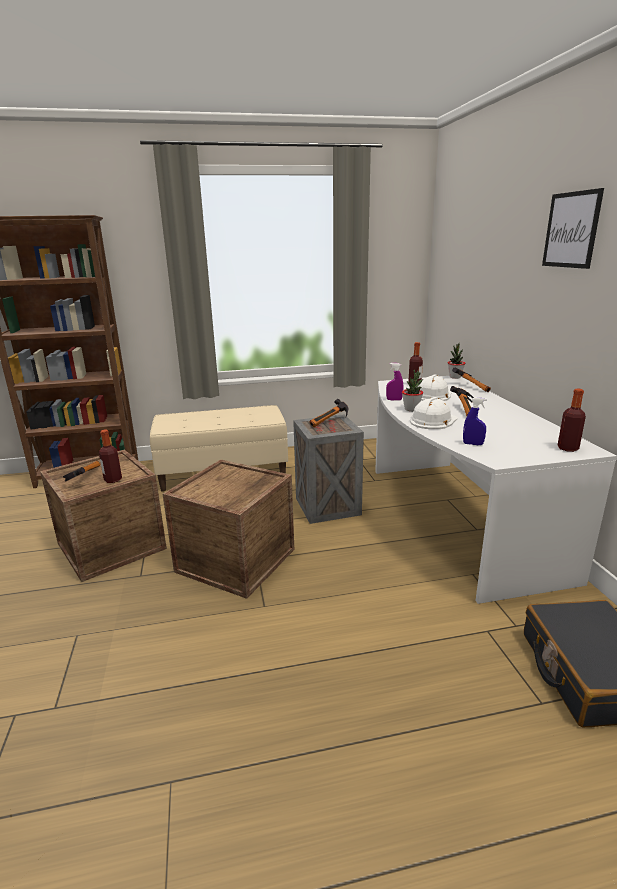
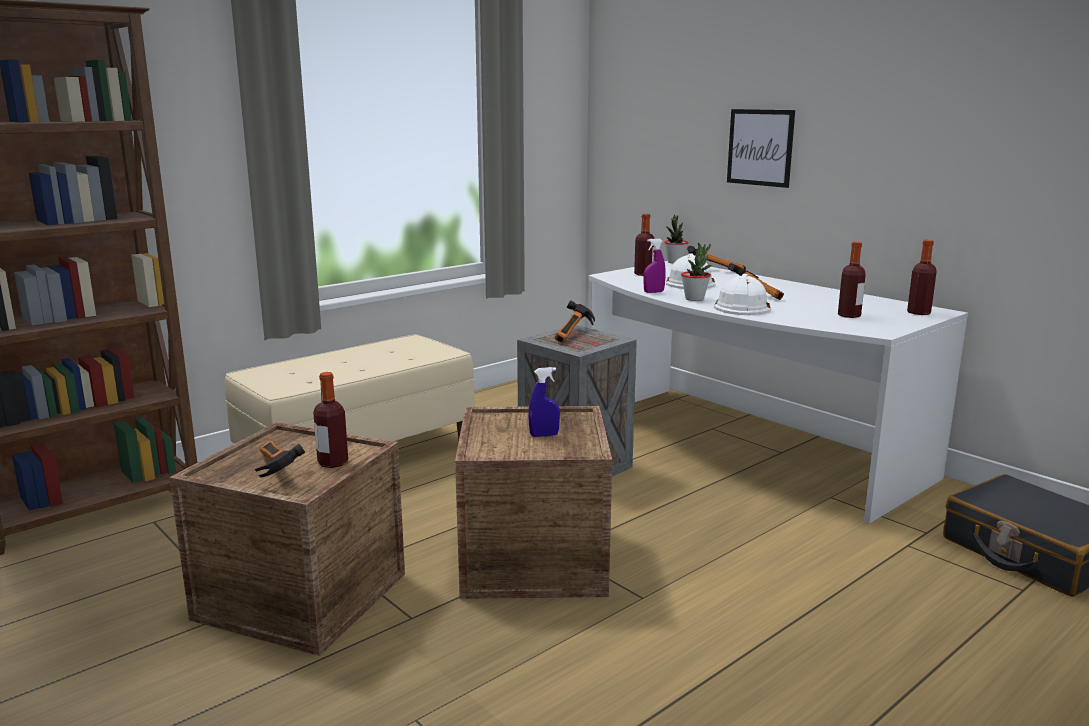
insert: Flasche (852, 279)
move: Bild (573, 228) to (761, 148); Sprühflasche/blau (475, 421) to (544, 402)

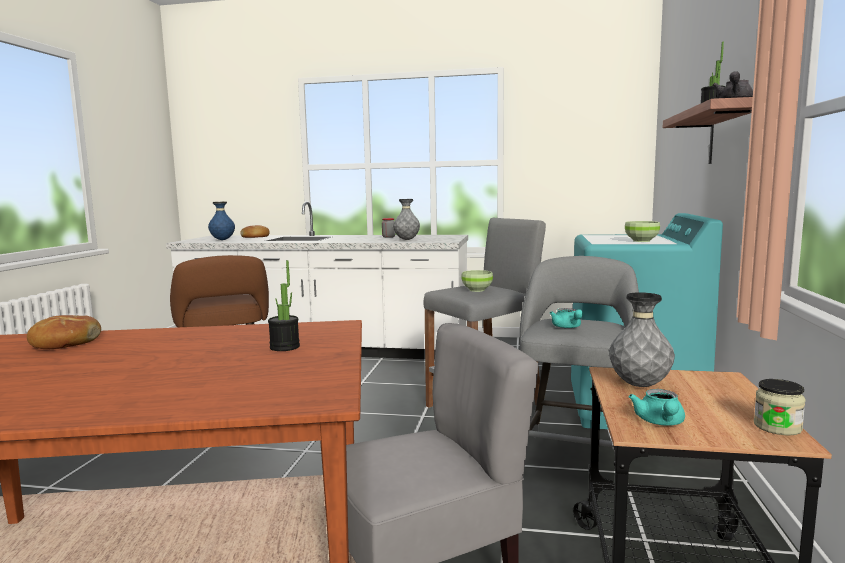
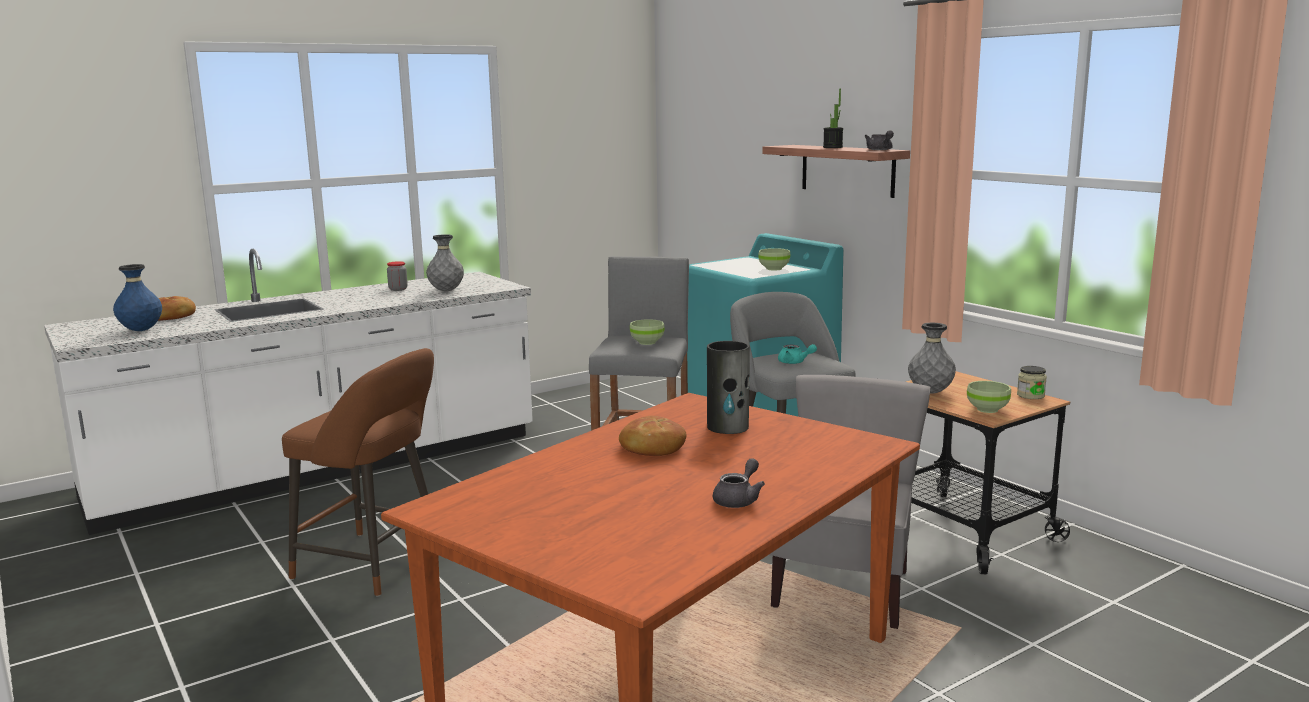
insert: Teekanne/grau (739, 483)
move: Brot (64, 332) to (652, 436)
replace: Topfpflanze (284, 305) to Vase (728, 387); Teekanne/türkis (657, 407) to Schüssel/grün (989, 397)

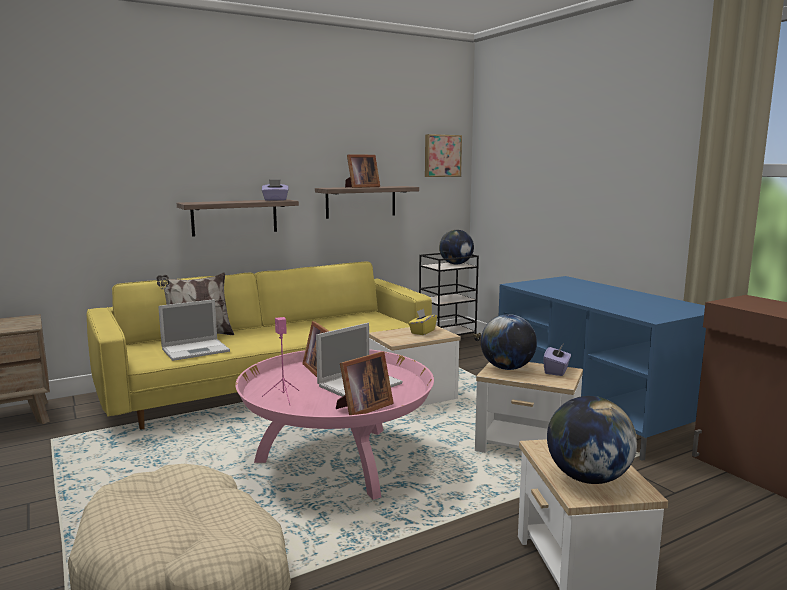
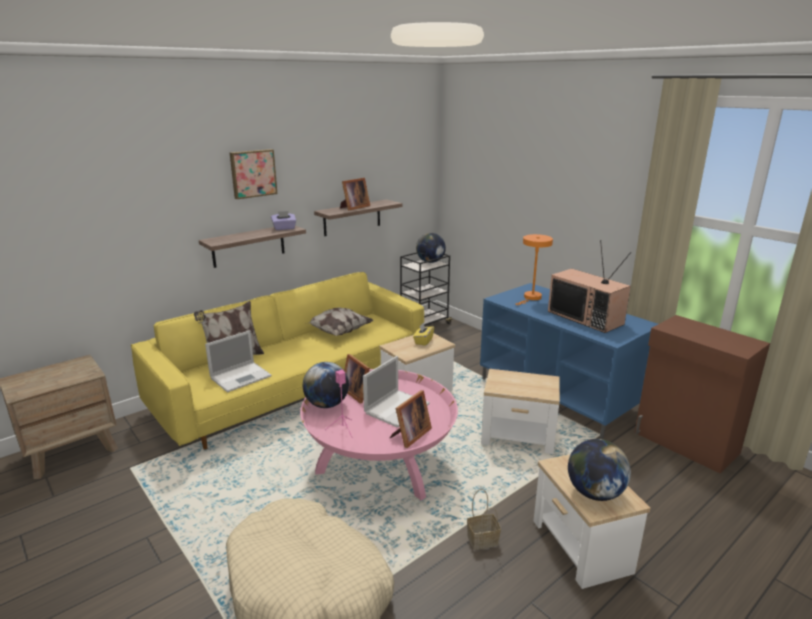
delete: Taschentuchbox/lila (557, 360)
insert: Tischlampe/orange (534, 269); Fernseher (589, 286); Kissen (339, 321); Korb (484, 519)
move: Bild (443, 155) to (253, 174); Globus (509, 342) to (326, 385)

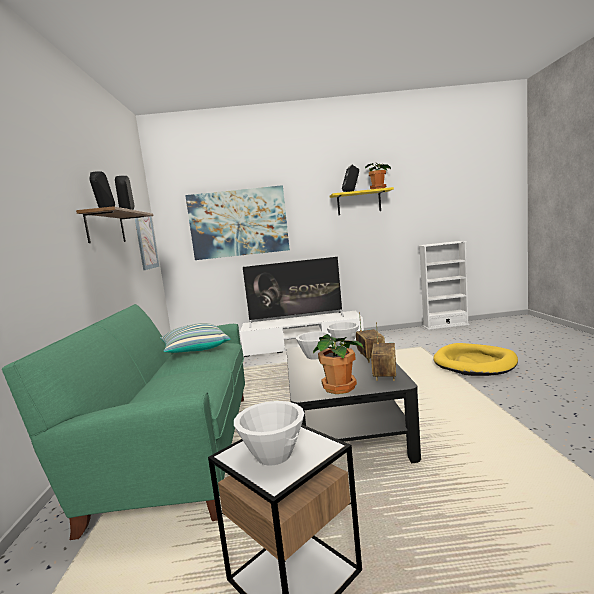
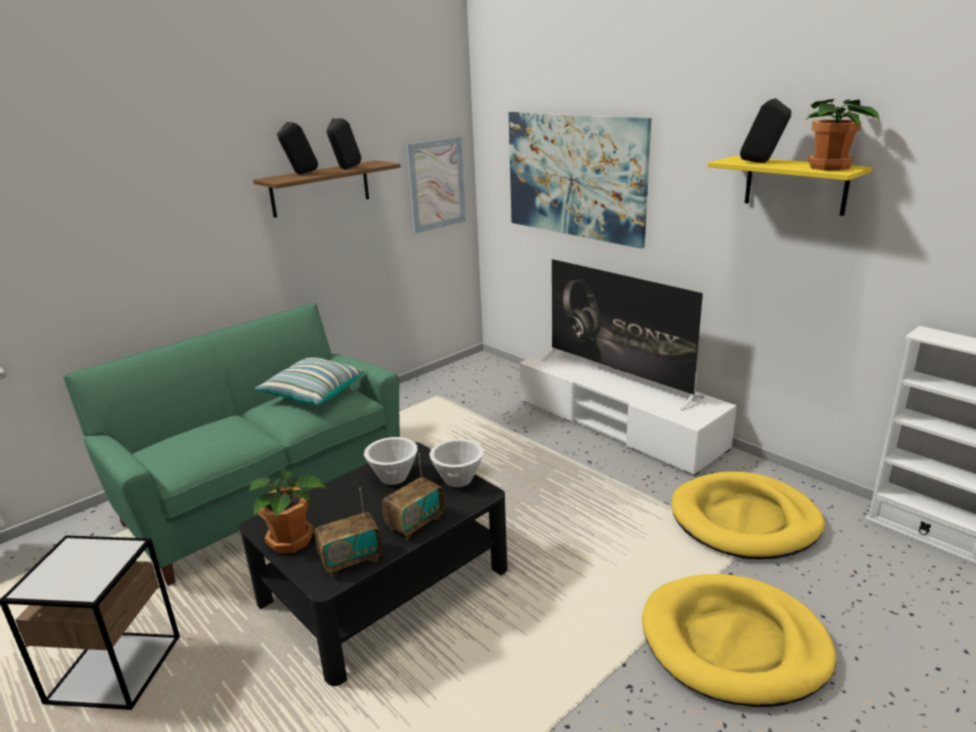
delete: Schüssel/weiß (269, 433)
insert: Hundebett/gelb (748, 516)

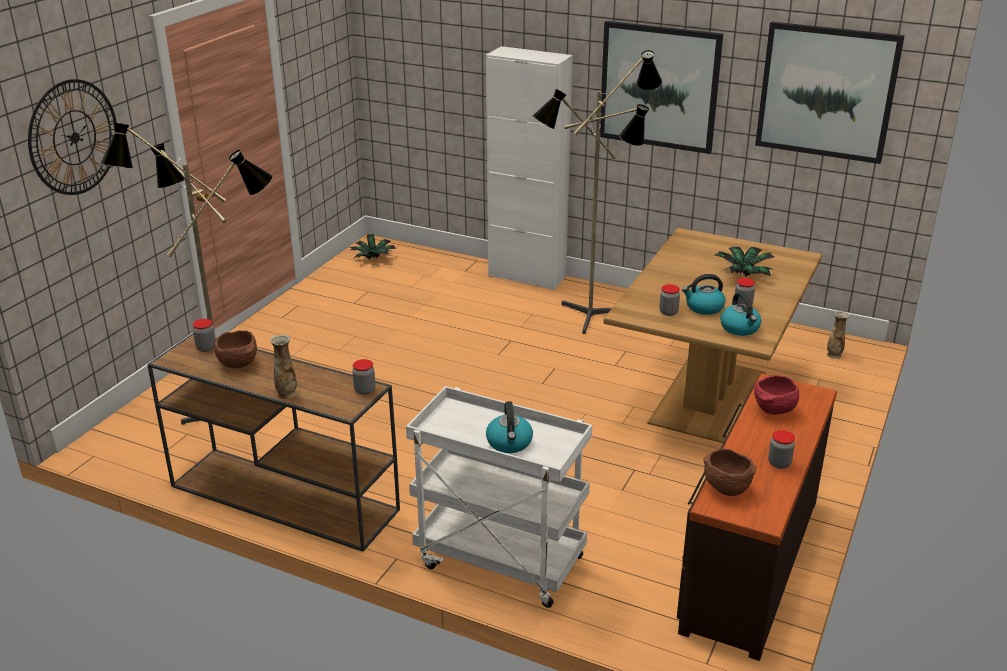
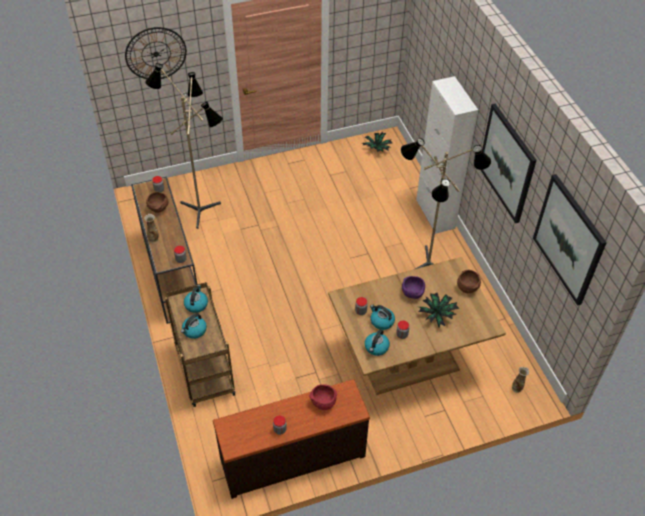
insert: Schüssel/lila (413, 287); Wasserkessel (196, 299)
move: Schüssel/braun (729, 472) to (469, 281)
recolor: Rollwagen/weiß (499, 497) to Rollwagen/braun (200, 344)

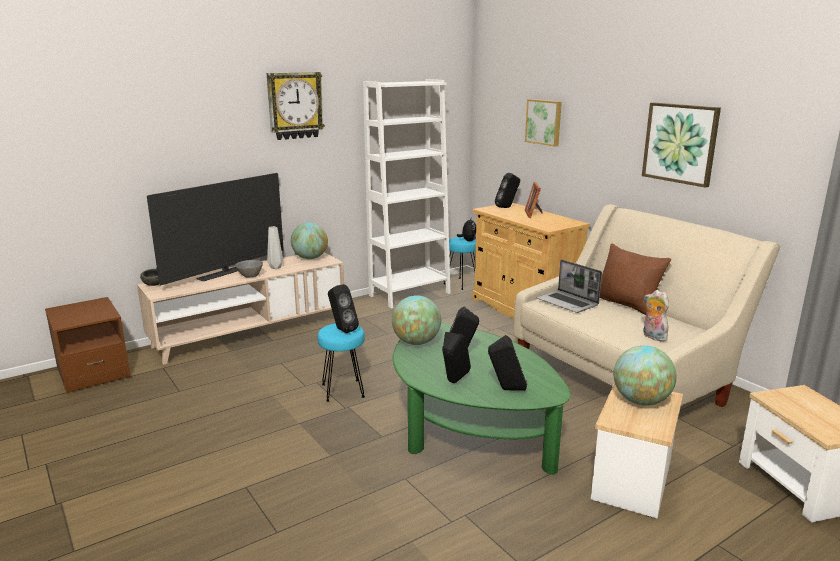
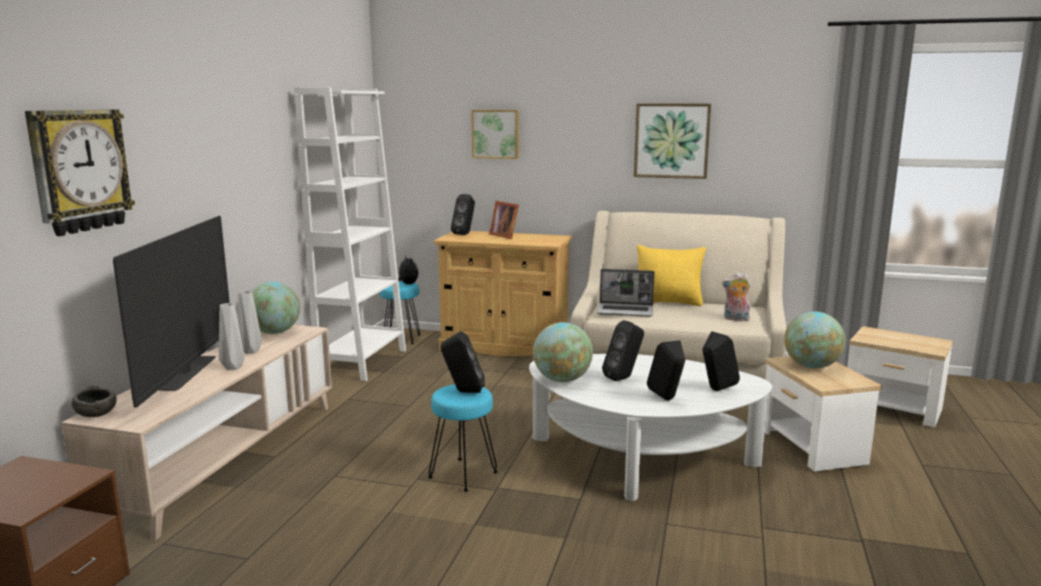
move: Wanduhr (296, 106) to (80, 172)
replace: Schüssel/grau (249, 268) to Vase/grau (232, 336)
recolor: Kissen/braun (635, 279) to Kissen/gelb (671, 275); Couchtisch/grün (481, 399) to Couchtisch/weiß (650, 427)

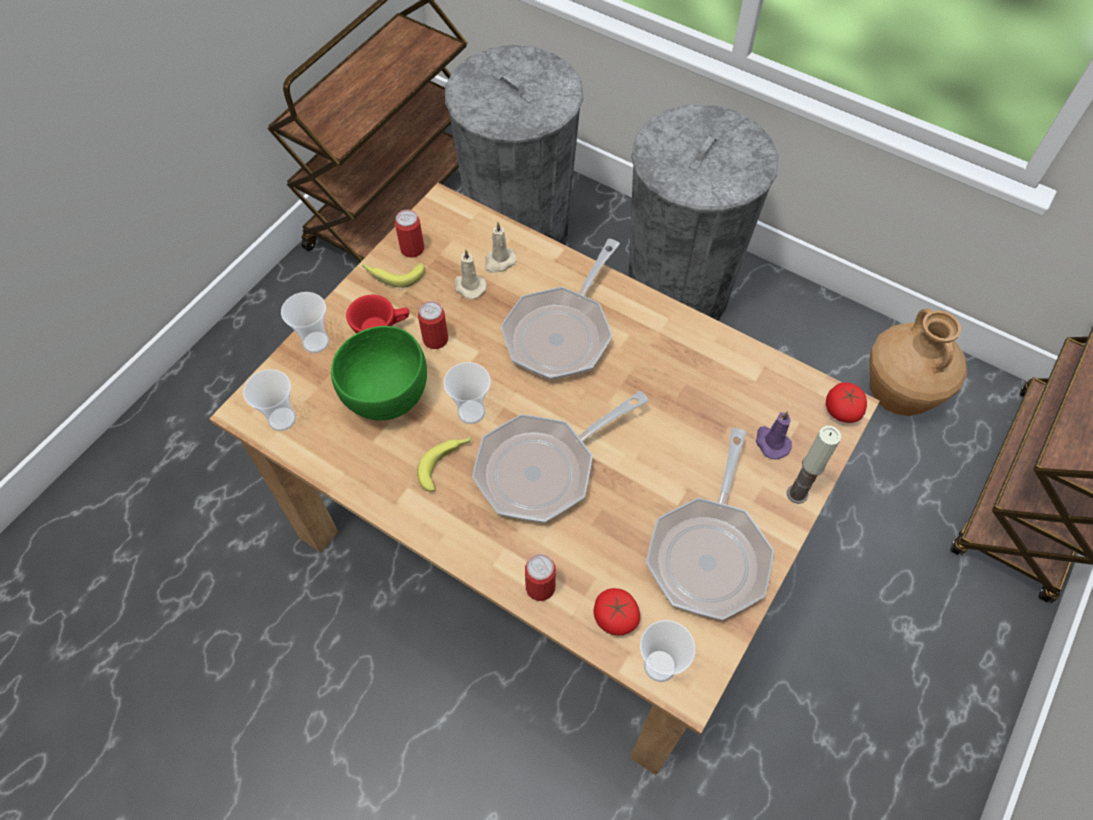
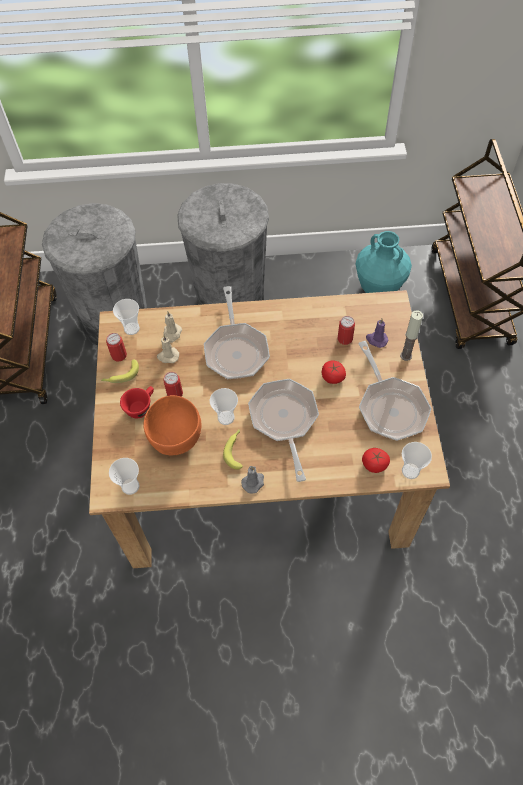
insert: Kerze/grau (252, 480)
move: Tasse (305, 322) to (126, 317); Tomate (846, 402) to (334, 372); Dose (540, 577) to (346, 330)
recolor: Vase/braun (918, 362) to Vase/türkis (383, 262); Schüssel/grün (379, 373) to Schüssel/orange (172, 425)
rotate: Pfanne (560, 457) = (283, 430) 150 degrees clockwise

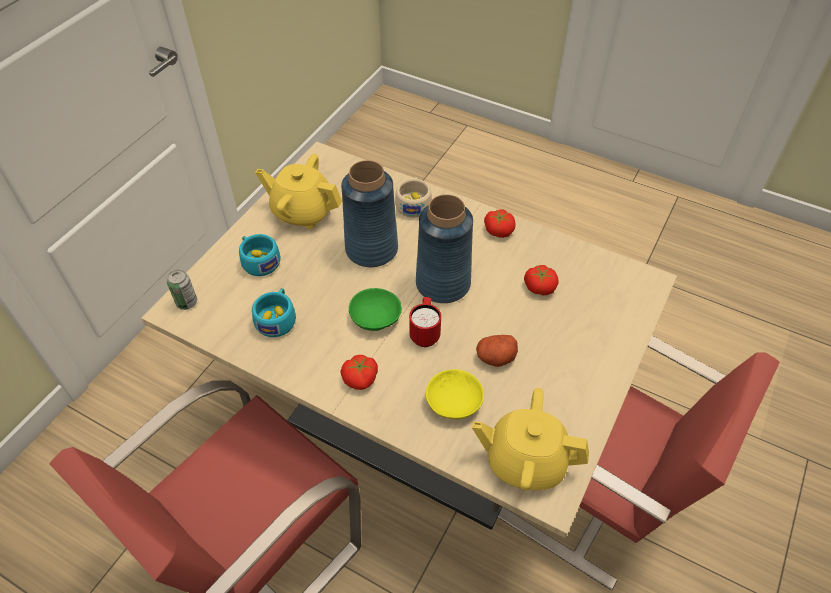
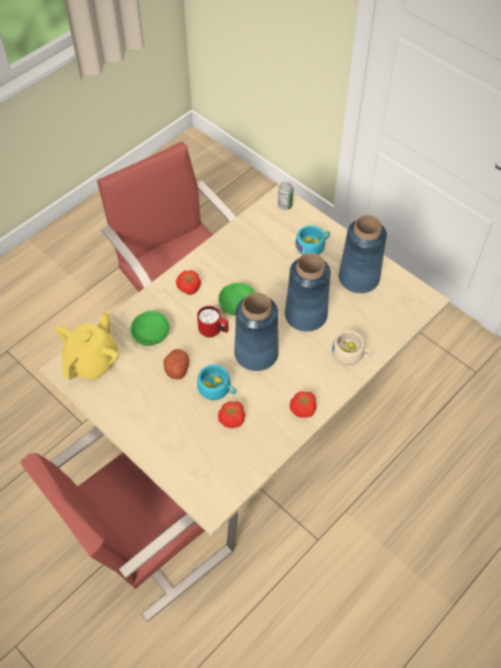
move: Tasse/türkis (274, 312) to (216, 382)
replace: Teekanne/gelb (298, 191) to Vase/blau (363, 254)
recolor: Schüssel/gelb (454, 394) to Schüssel/grün (149, 328)

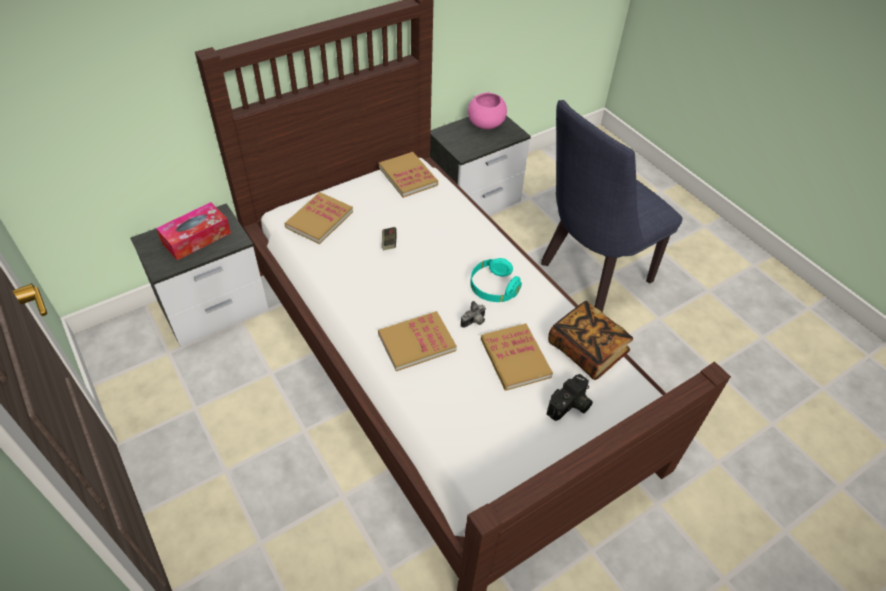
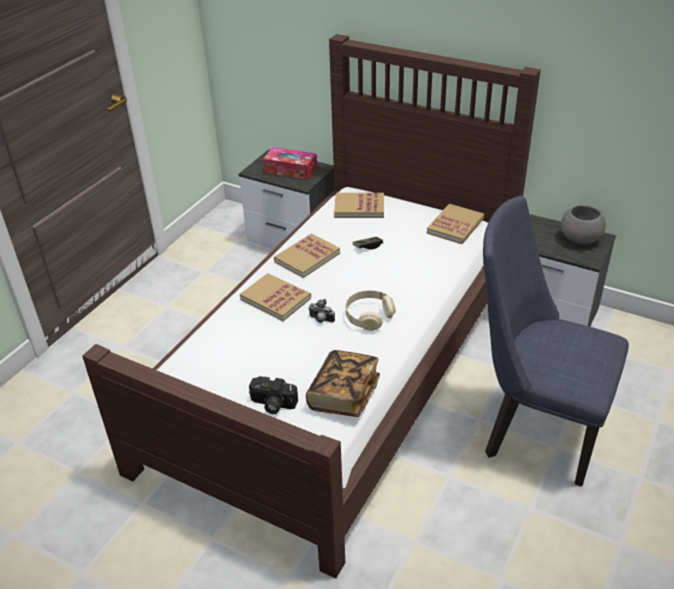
move: Buch (517, 357) to (307, 255)
recolor: Schüssel/rosa (487, 110) to Schüssel/grau (583, 224); Kopfhörer/türkis (496, 280) to Kopfhörer/beige (371, 310)

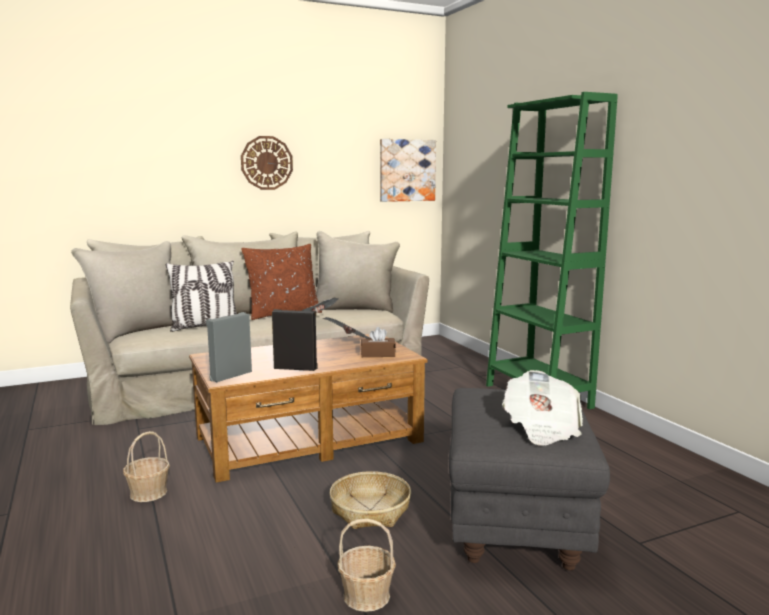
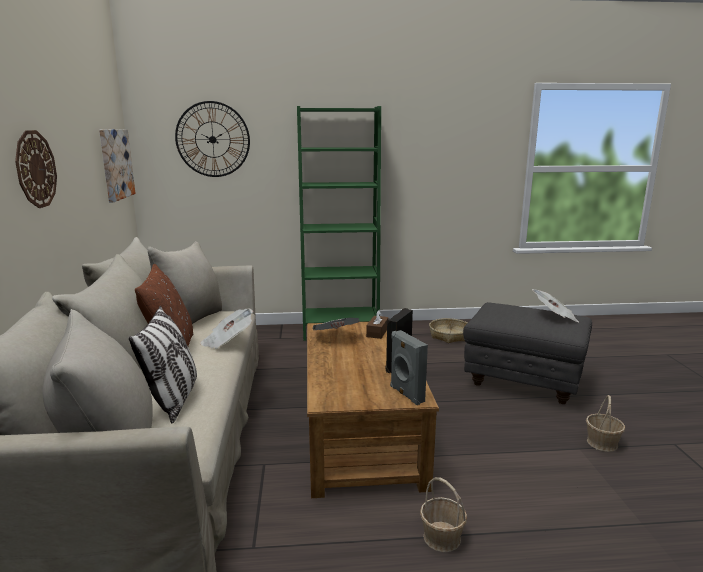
insert: Wanduhr (212, 139)
move: Korb (370, 500) to (448, 330)

